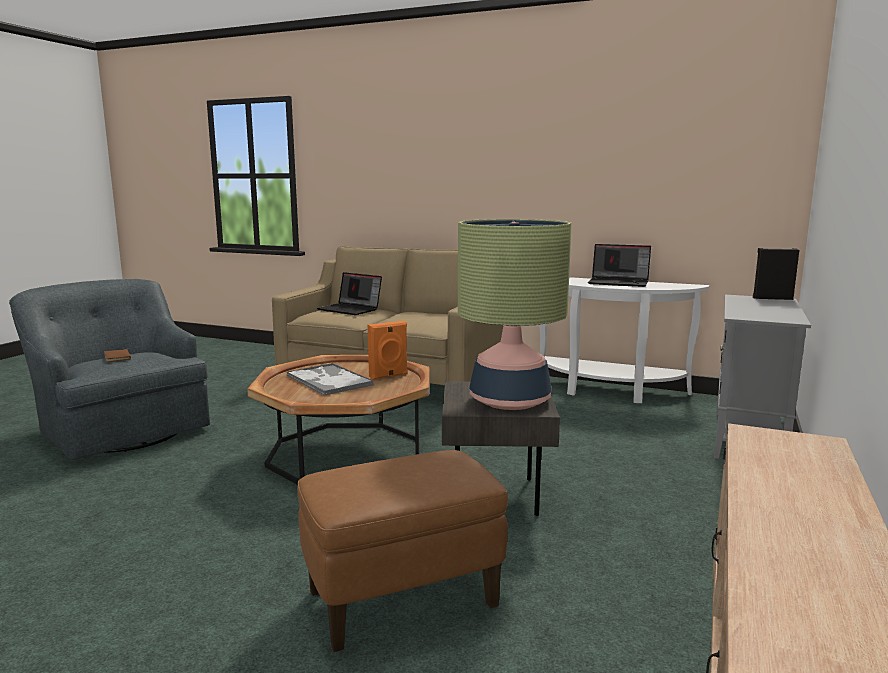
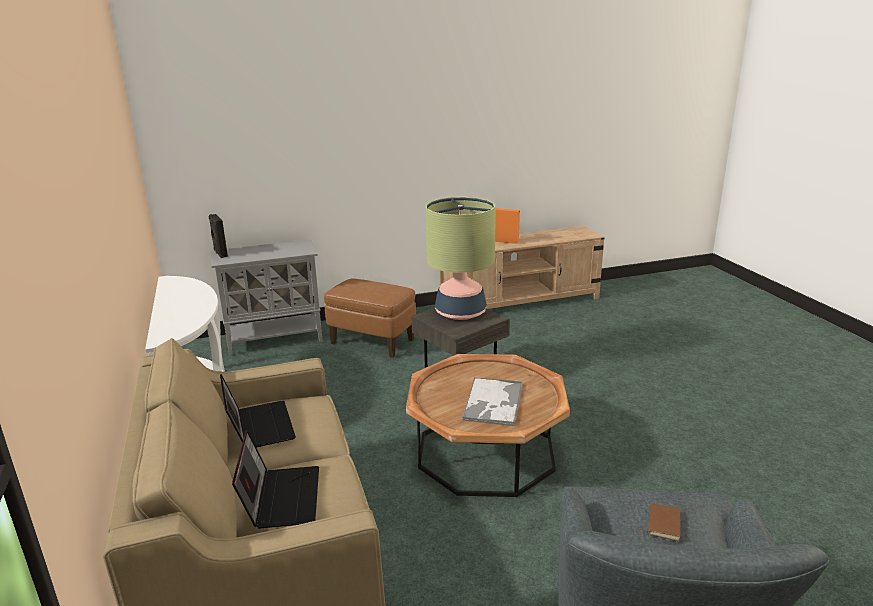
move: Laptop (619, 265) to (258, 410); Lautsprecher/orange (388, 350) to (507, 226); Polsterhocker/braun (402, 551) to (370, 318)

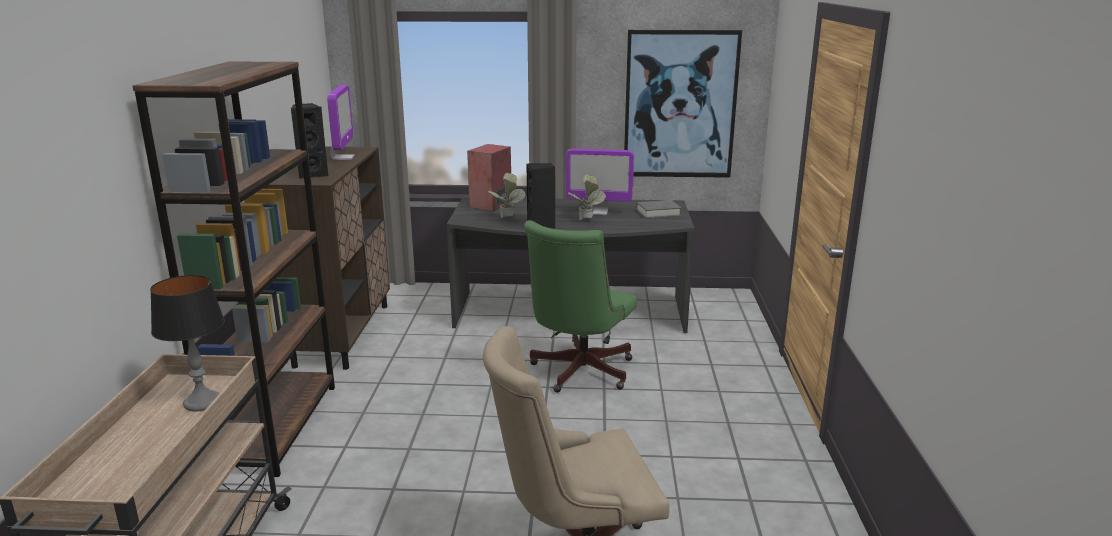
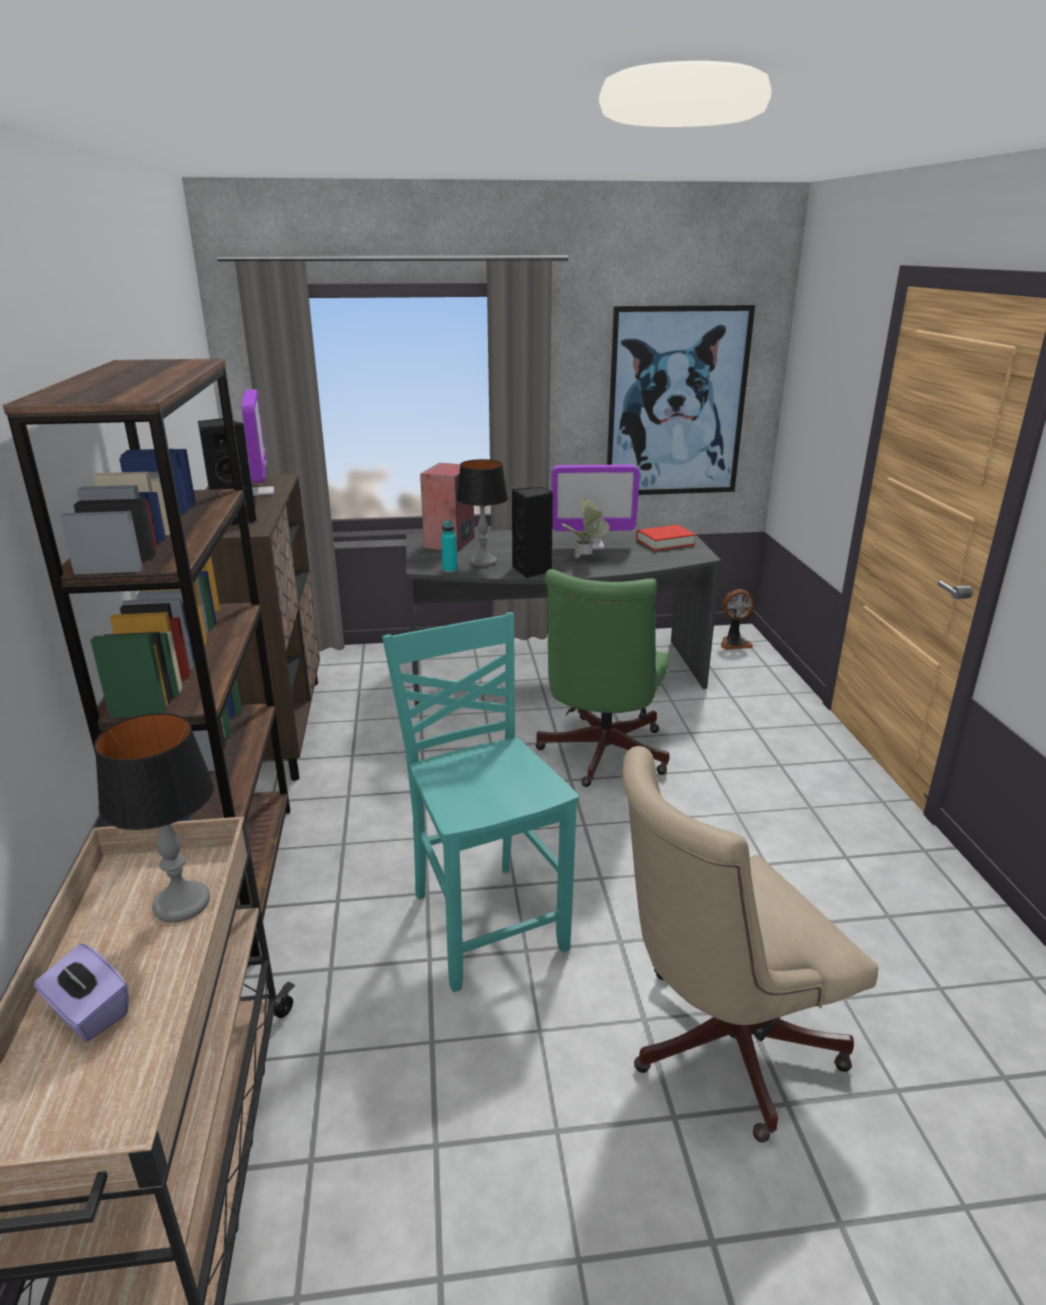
insert: Flasche/türkis (449, 547); Ventilator (737, 619); Stuhl/türkis (480, 802); Taschentuchbox/lila (81, 993)
replace: Topfpflanze (507, 196) to Tischlampe (482, 513)
recolor: Buch/grau (658, 209) to Buch/rot (666, 538)

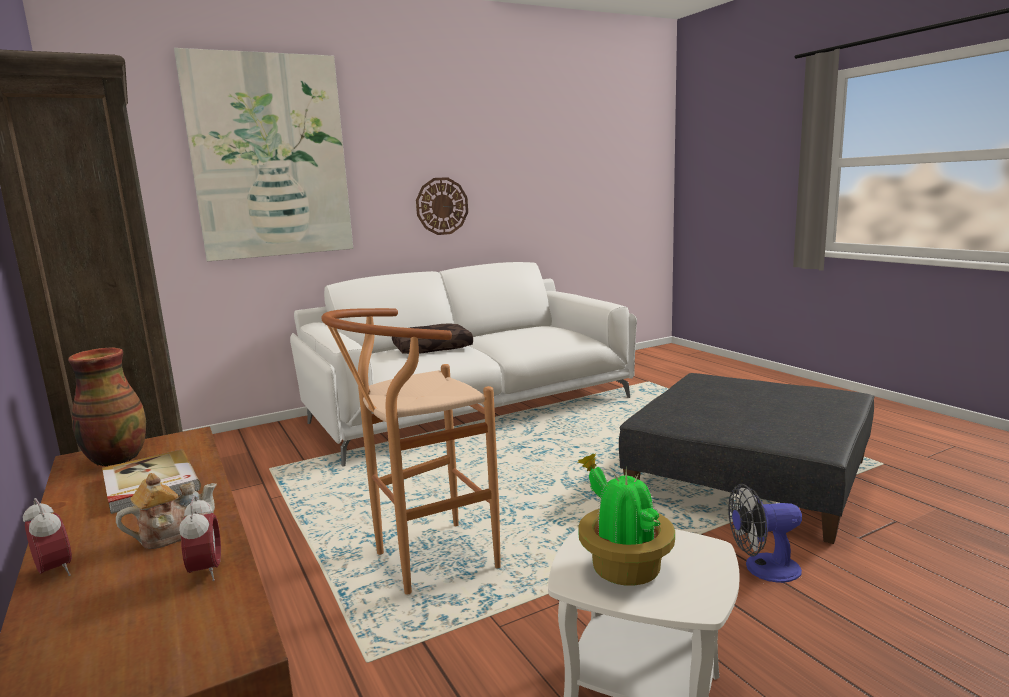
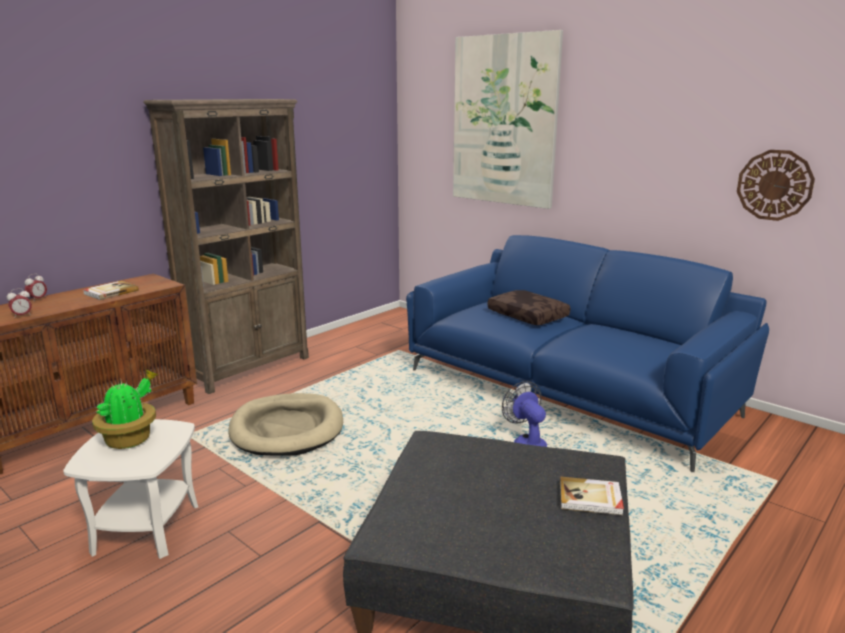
delete: Vase (107, 407); Teekanne (166, 511)
insert: Buch (592, 496)
move: Wanduhr (442, 206) to (776, 185); Ventilator (765, 533) to (524, 414)
replace: Hocker/braun (411, 451) to Hundebett/beige (285, 424)
recolor: Sofa/weiß (463, 364) to Sofa/blau (587, 353)

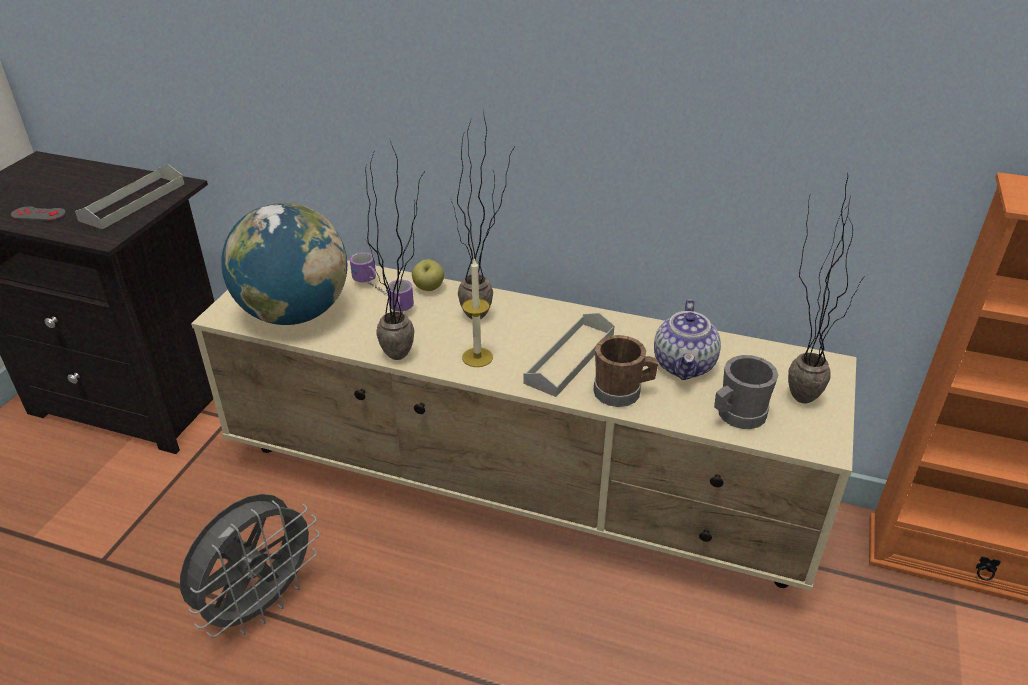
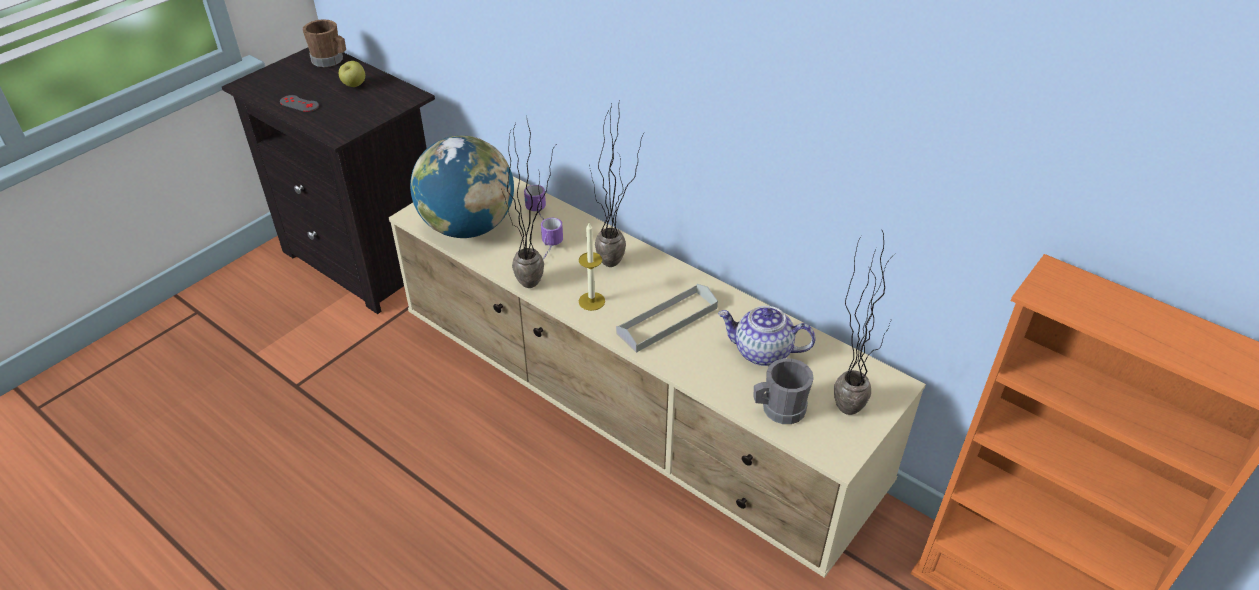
delete: Tablett/grau (129, 196); Ventilator/grau (250, 566)
move: Apfel (428, 275) to (352, 74); Henkelbecher/braun (625, 371) to (324, 43)
rotate: Teekanne (687, 339) = (766, 336) 75 degrees clockwise

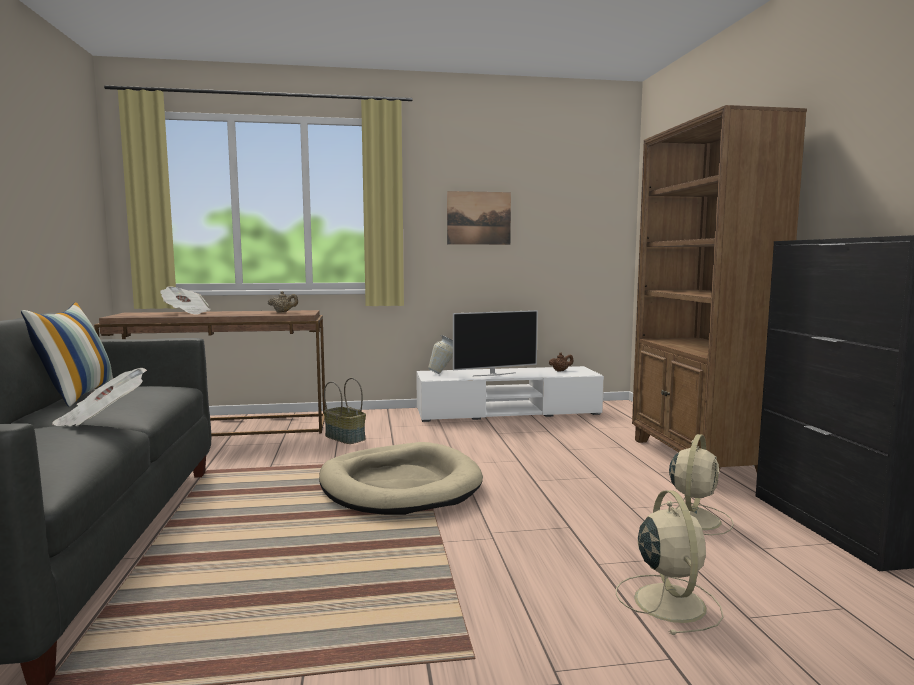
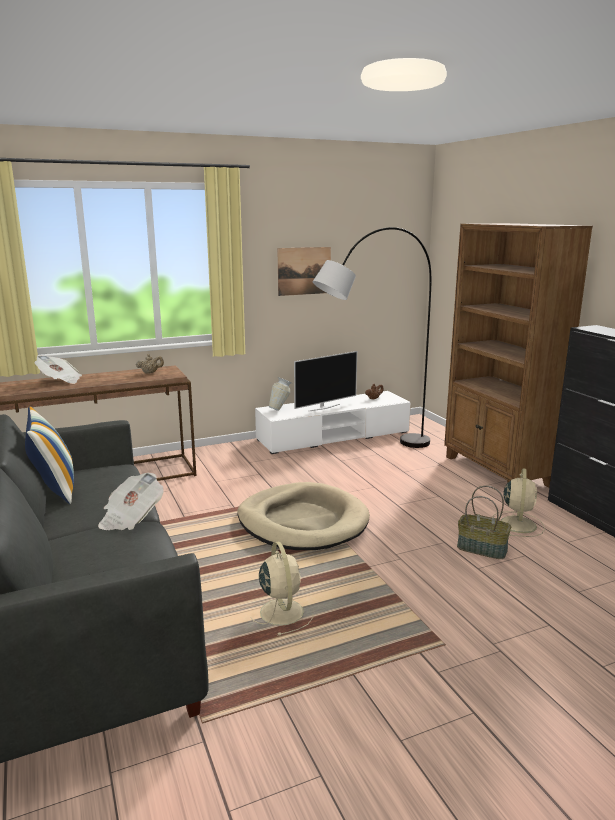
insert: Stehlampe/grau (371, 337)
move: Korb (345, 411) to (484, 522); Ventilator/beige (670, 563) to (281, 588)

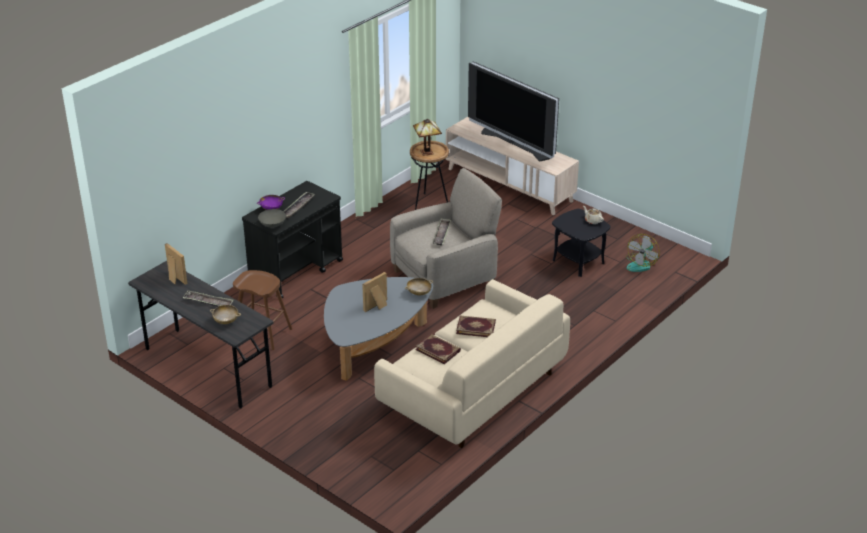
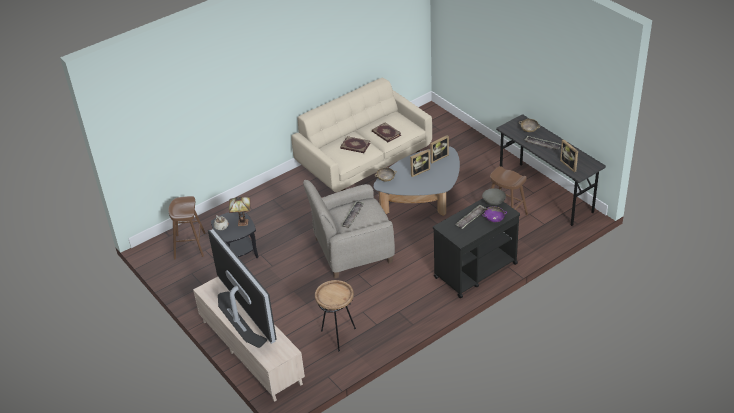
insert: Bilderrahmen (439, 149)
move: Tischlampe (427, 137) to (239, 211)
replace: Ventilator (643, 253) to Hocker/braun (187, 227)

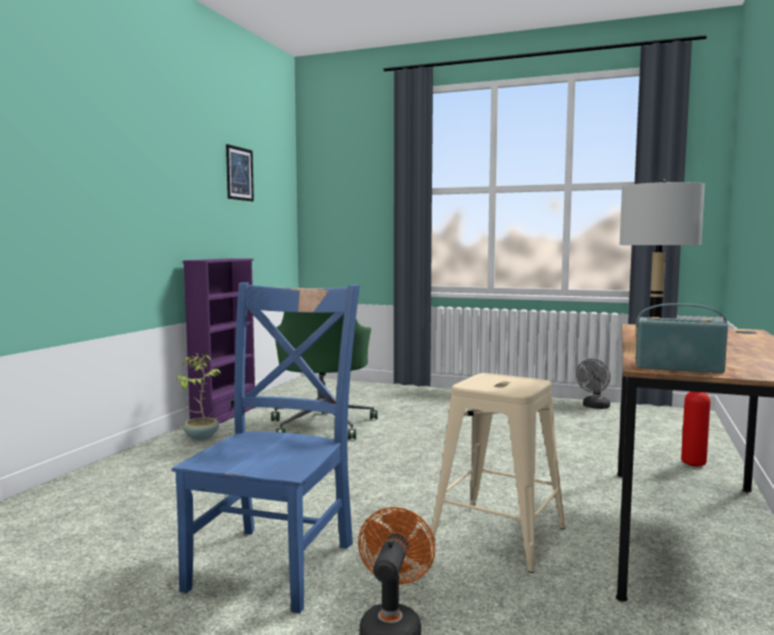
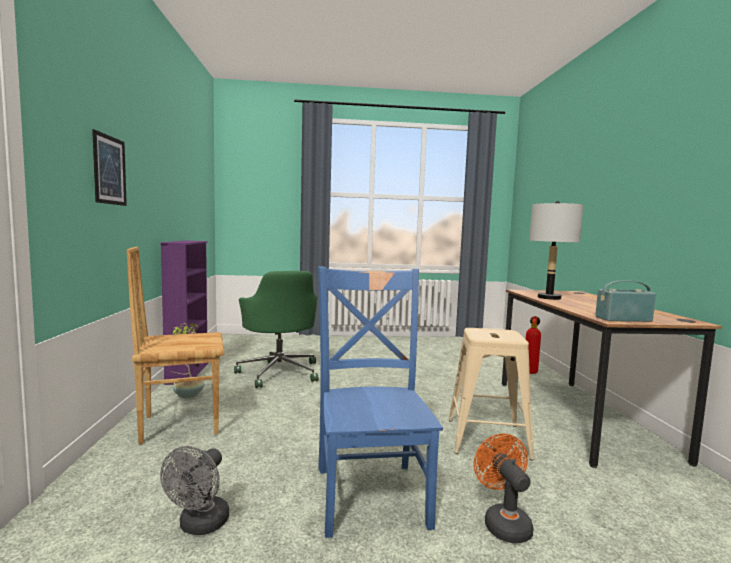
insert: Stuhl/braun (175, 345)
move: Bild (240, 172) to (109, 167); Ventilator/grau (593, 384) to (194, 490)

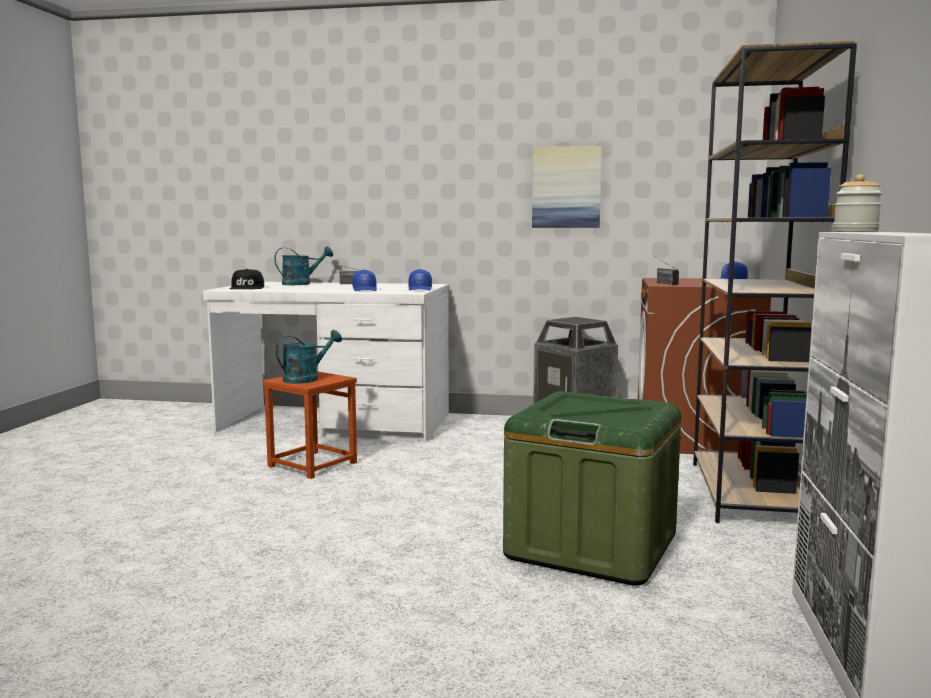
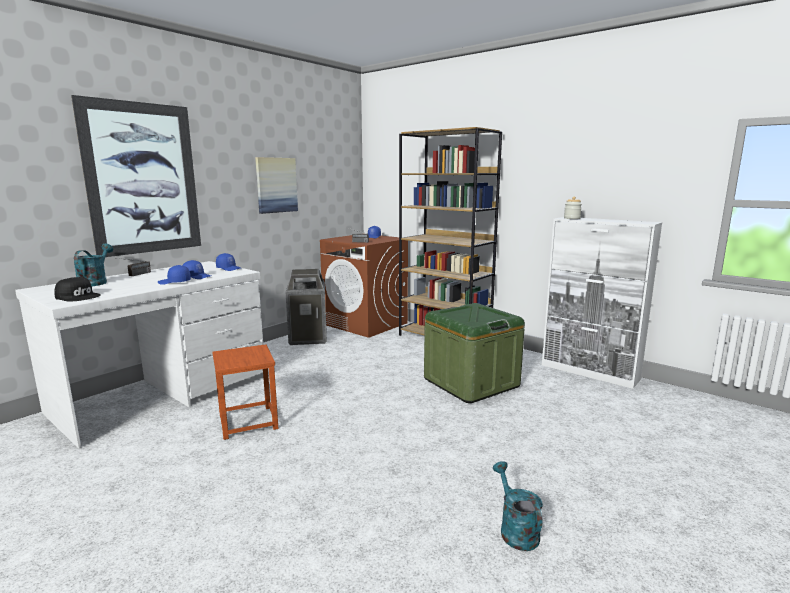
insert: Bild (136, 176); Kappe/blau (174, 275)
move: Gießkanne/türkis (308, 357) to (518, 506)

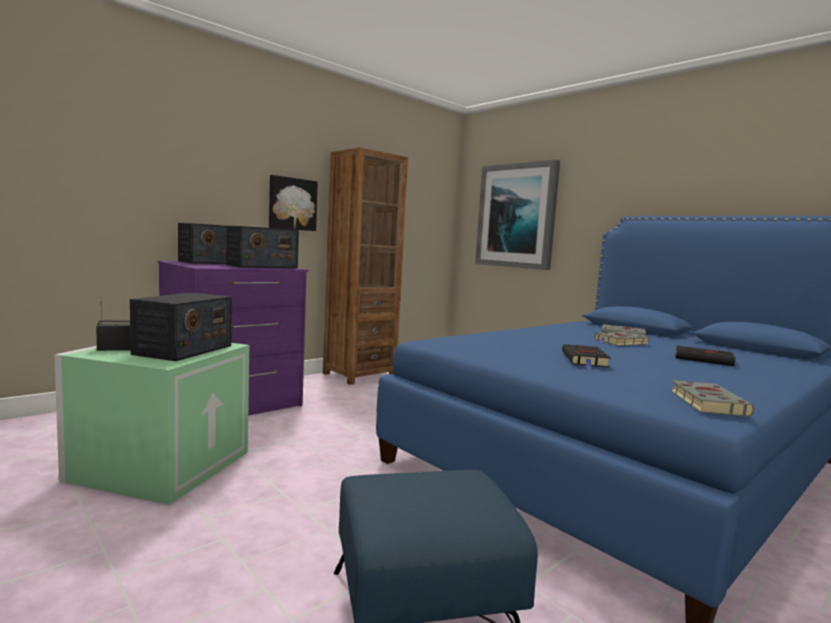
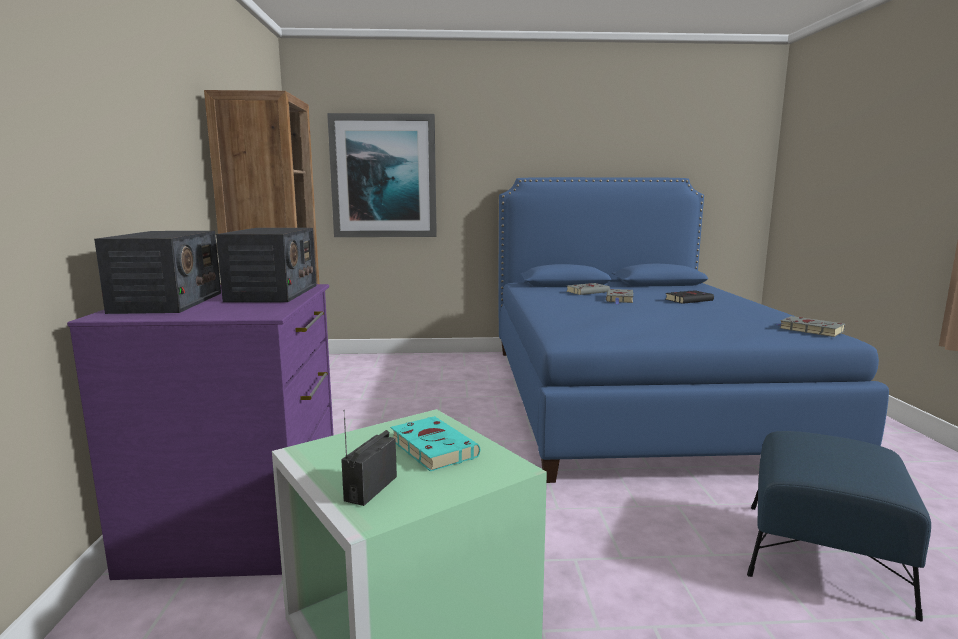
delete: Bild (293, 203); Buch/schwarz (586, 356)
replace: Radio (181, 327) to Buch/türkis (435, 443)

